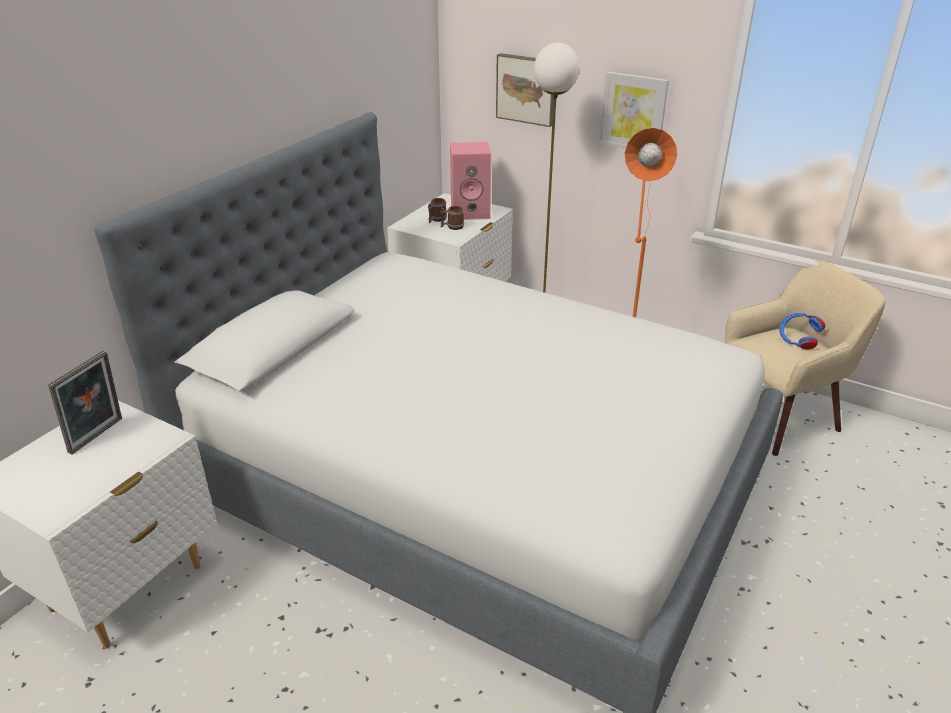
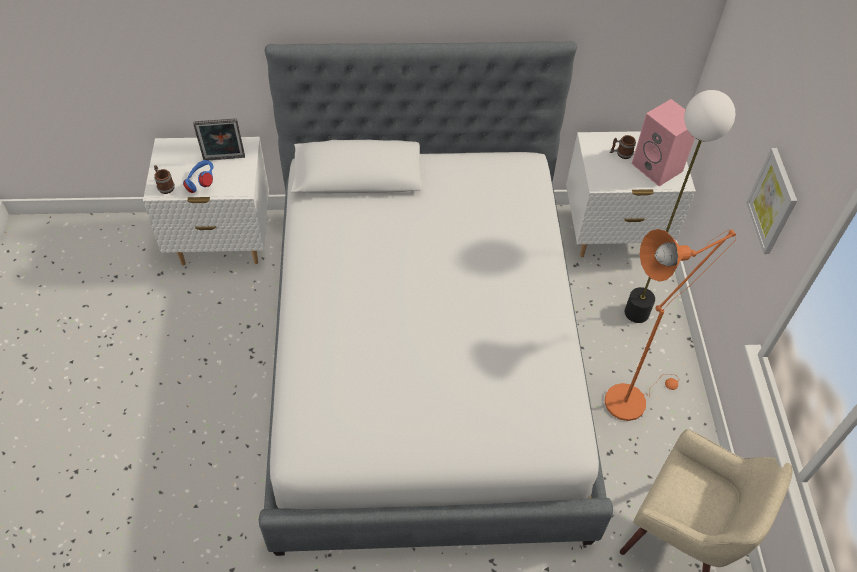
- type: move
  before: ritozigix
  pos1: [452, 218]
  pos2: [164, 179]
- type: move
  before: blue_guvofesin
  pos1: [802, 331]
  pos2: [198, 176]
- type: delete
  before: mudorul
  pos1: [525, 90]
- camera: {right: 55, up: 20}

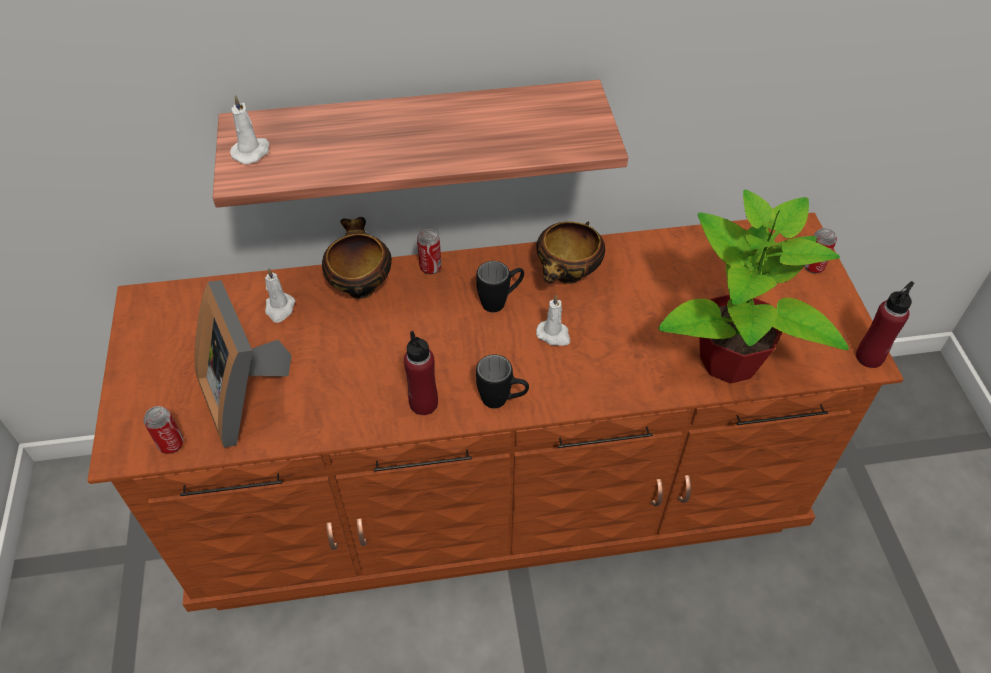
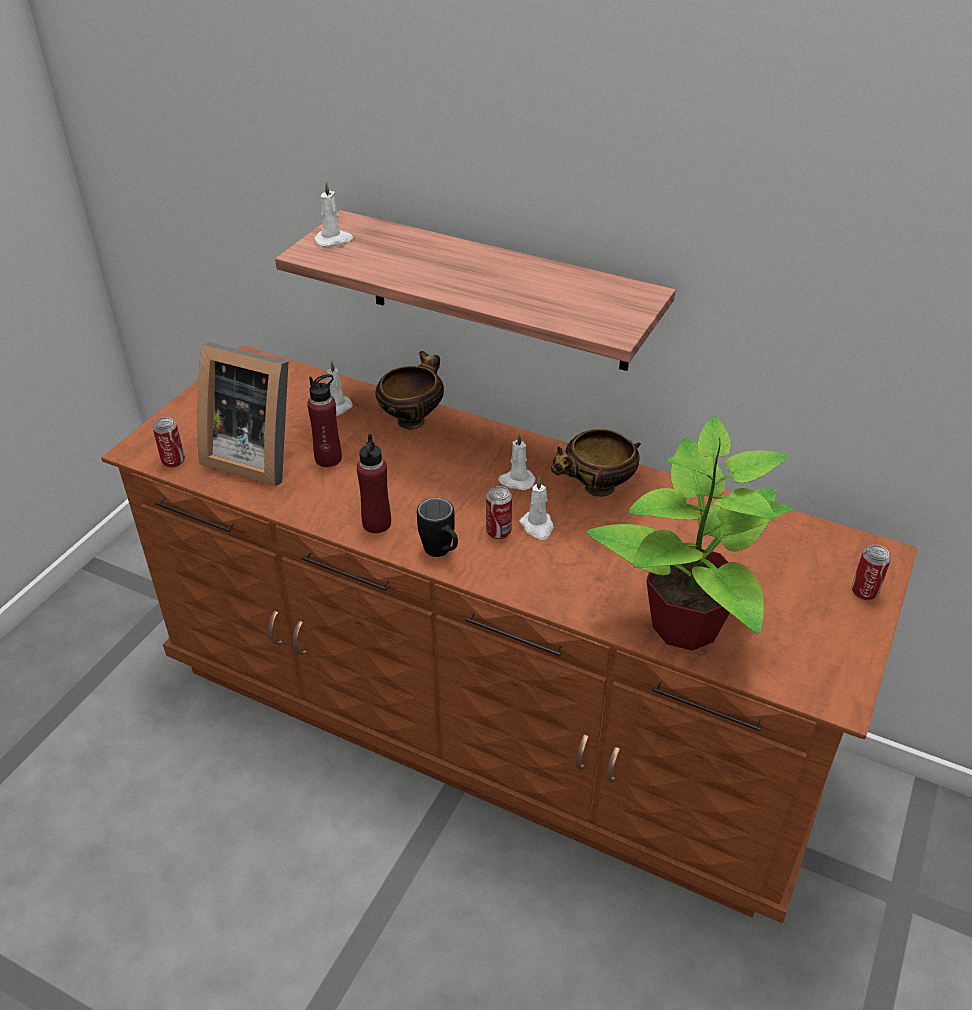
- type: rotate
  before: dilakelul
  pos1: [243, 364]
  pos2: [243, 414]
  turn: -75
- type: move
  before: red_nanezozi
  pos1: [885, 324]
  pos2: [324, 420]
- type: move
  before: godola
  pos1: [429, 251]
  pos2: [499, 512]
- type: replace
  before: black_ritozigix
  after: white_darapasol
  pos1: [500, 286]
  pos2: [517, 461]
- camera: {right: 35, up: -10}

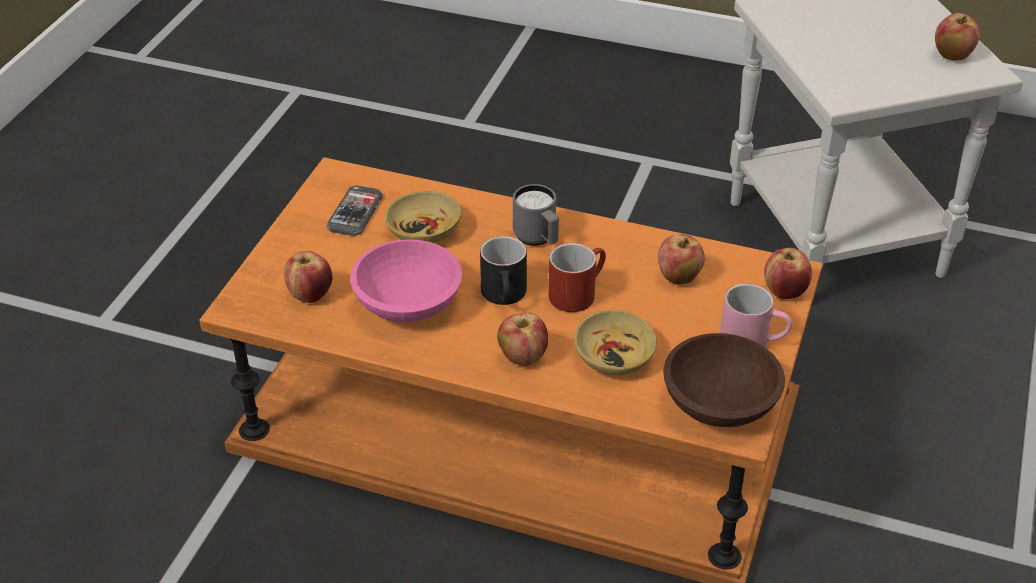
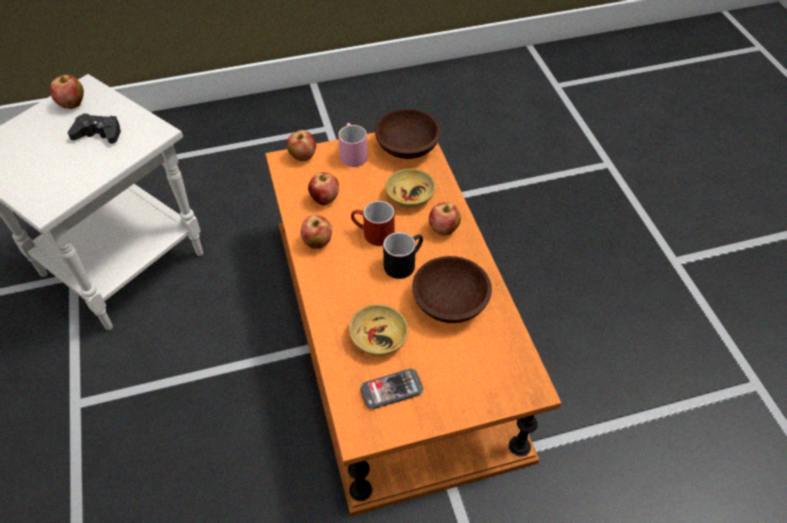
- type: insert
  after: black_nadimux
  pos2: [94, 128]
- type: move
  before: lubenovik
  pos1: [308, 277]
  pos2: [316, 232]
- type: recolor
  before: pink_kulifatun
  after: brown_kulifatun
  pos1: [406, 280]
  pos2: [452, 289]
- type: delete
  before: grey_ritozigix
  pos1: [536, 215]
- camera: {right: -125, up: 10}

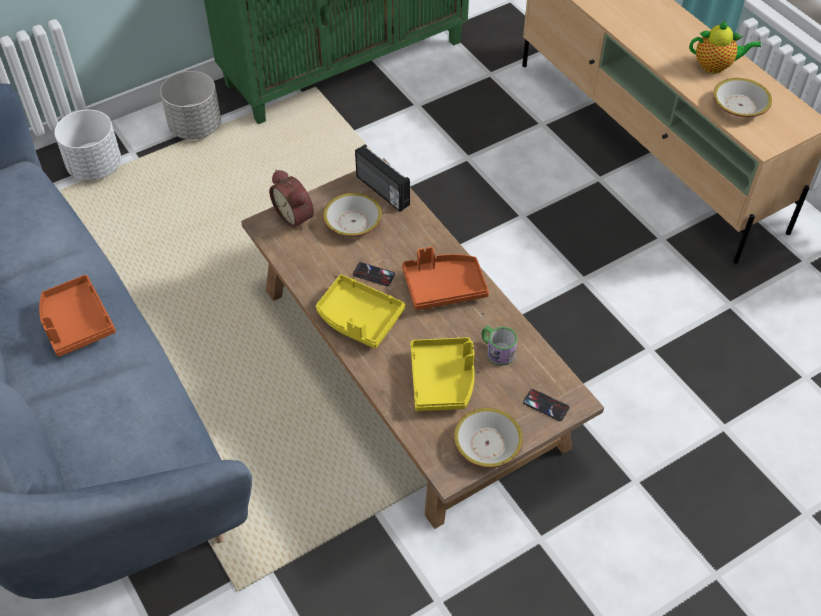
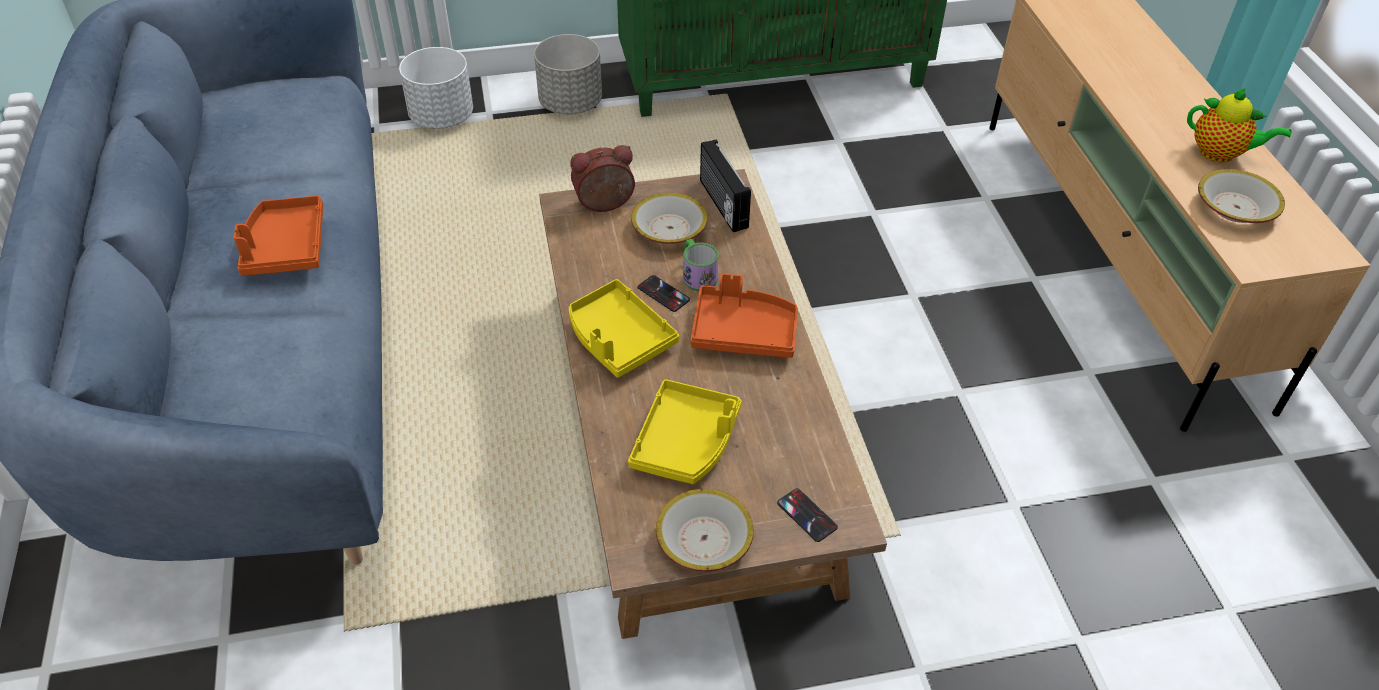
- type: rotate
  before: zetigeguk
  pos1: [291, 199]
  pos2: [602, 178]
  turn: 90
- type: move
  before: ritozigix
  pos1: [499, 345]
  pos2: [700, 265]
- camera: {right: 20, up: -5}

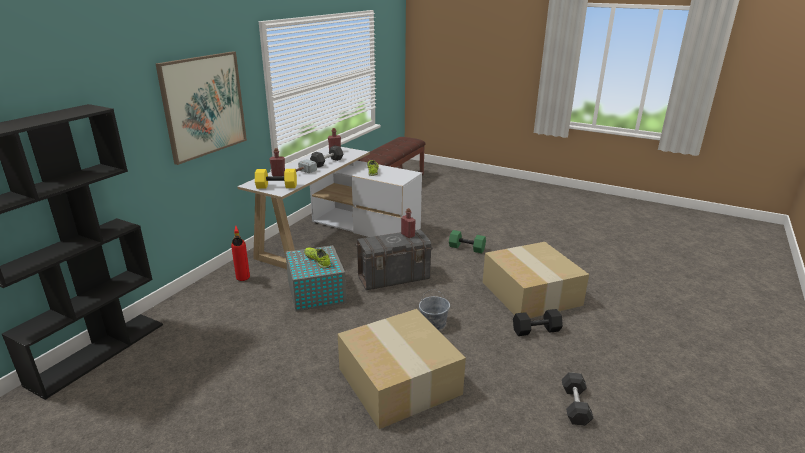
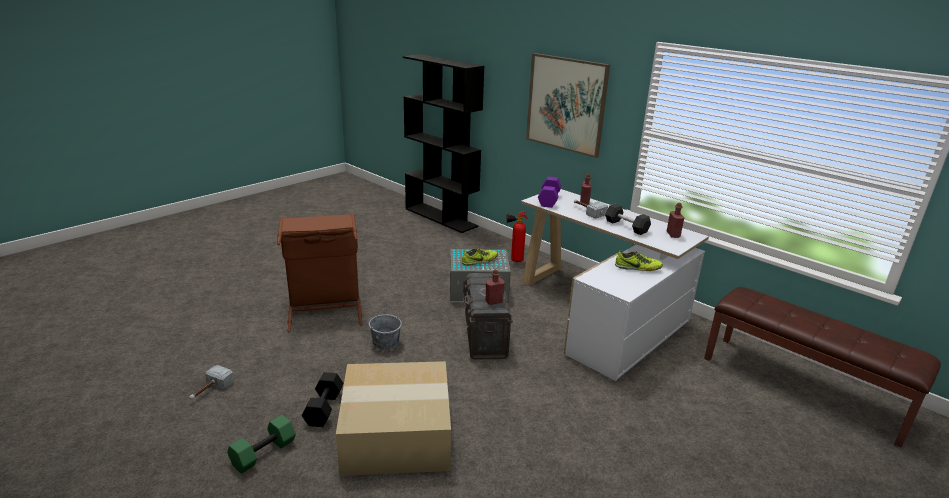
- type: replace
  before: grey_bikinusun
  after: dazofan
  pos1: [578, 399]
  pos2: [212, 382]
- type: move
  before: green_bikinusun
  pos1: [467, 241]
  pos2: [261, 444]
- type: replace
  before: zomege
  after: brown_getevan
  pos1: [402, 369]
  pos2: [319, 273]
- type: recolor
  before: yellow_bikinusun
  after: purple_bikinusun
  pos1: [276, 179]
  pos2: [549, 192]
- camera: {right: 105, up: 0}

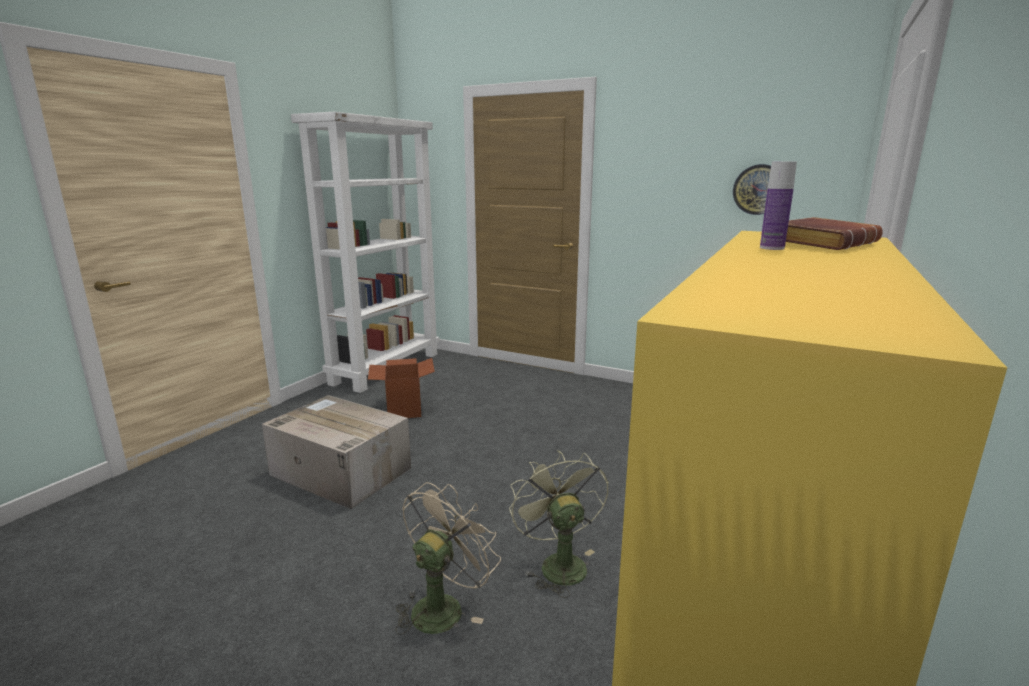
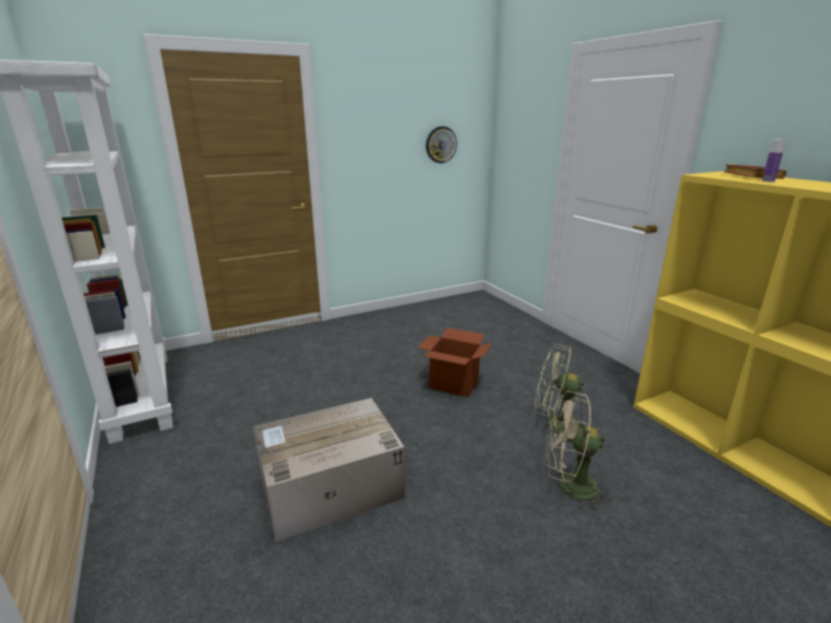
- type: move
  before: zomege
  pos1: [401, 388]
  pos2: [455, 362]
- type: rotate
  before: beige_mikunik
  pos1: [448, 558]
  pos2: [579, 451]
  turn: -60
- camera: {right: -55, up: 5}

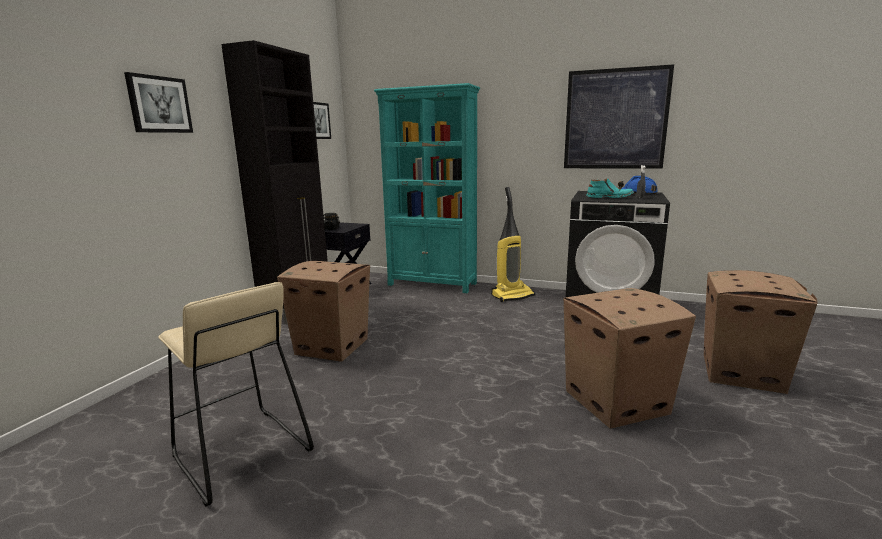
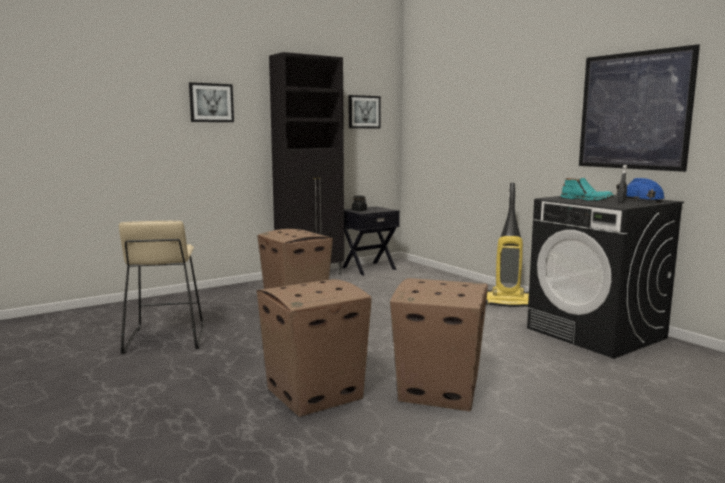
- type: move
  before: zomege
  pos1: [761, 332]
  pos2: [314, 348]
- type: delete
  before: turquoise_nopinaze
  pos1: [427, 188]
- camera: {right: 35, up: -5}

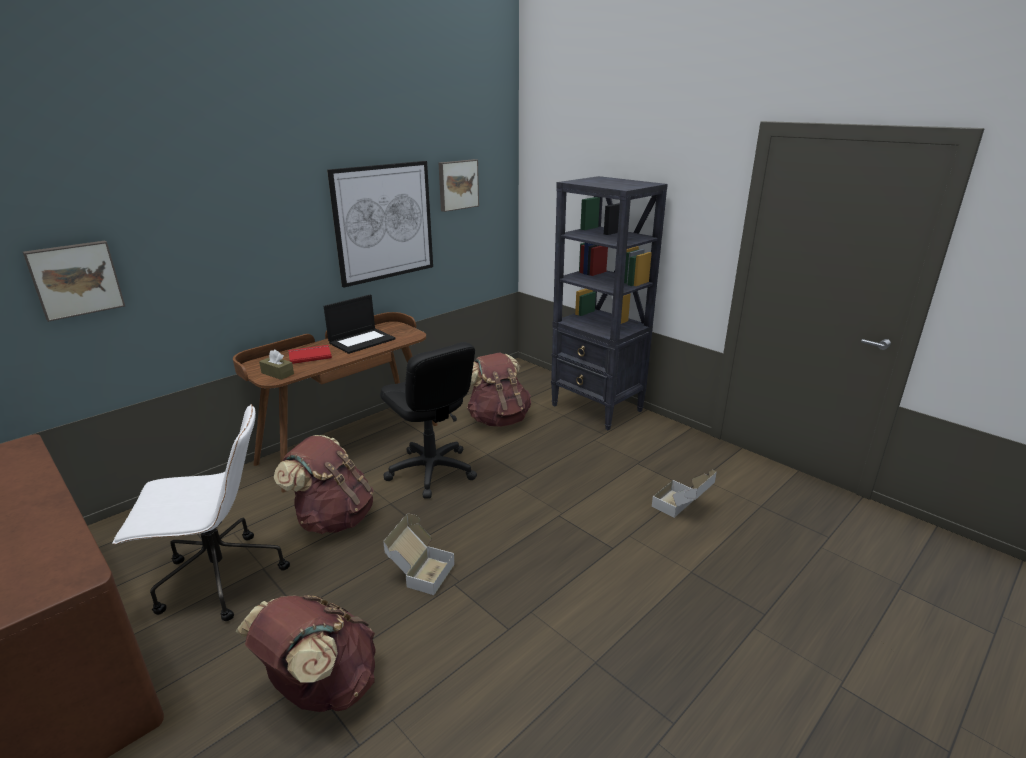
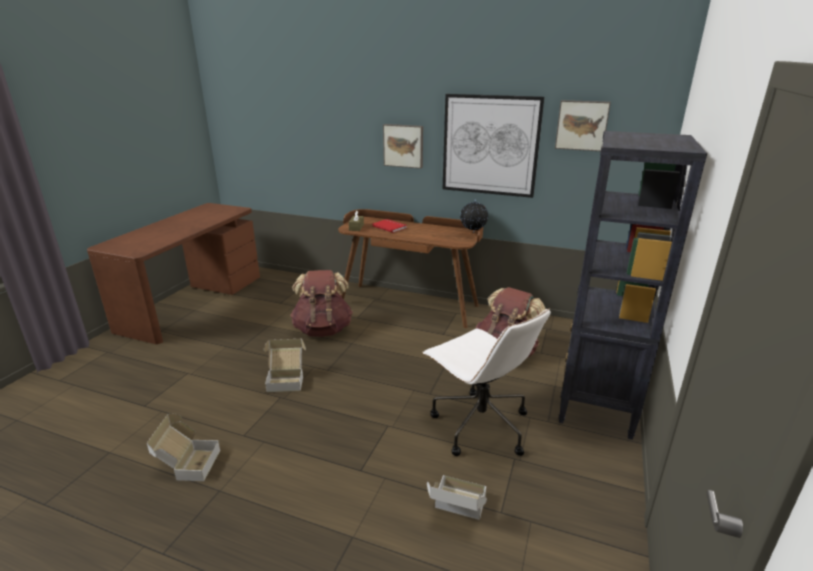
- type: insert
  after: zomege
  pos2: [183, 447]
- type: move
  before: mudorul
  pos1: [74, 281]
  pos2: [403, 146]
- type: move
  before: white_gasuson
  pos1: [201, 512]
  pos2: [486, 382]
- type: insert
  after: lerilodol
  pos2: [474, 216]
- type: delete
  before: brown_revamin
  pos1: [305, 653]
- type: delete
  before: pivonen
  pos1: [360, 324]
- type: delete
  before: black_gasuson
  pos1: [428, 420]
- camera: {right: 65, up: 0}

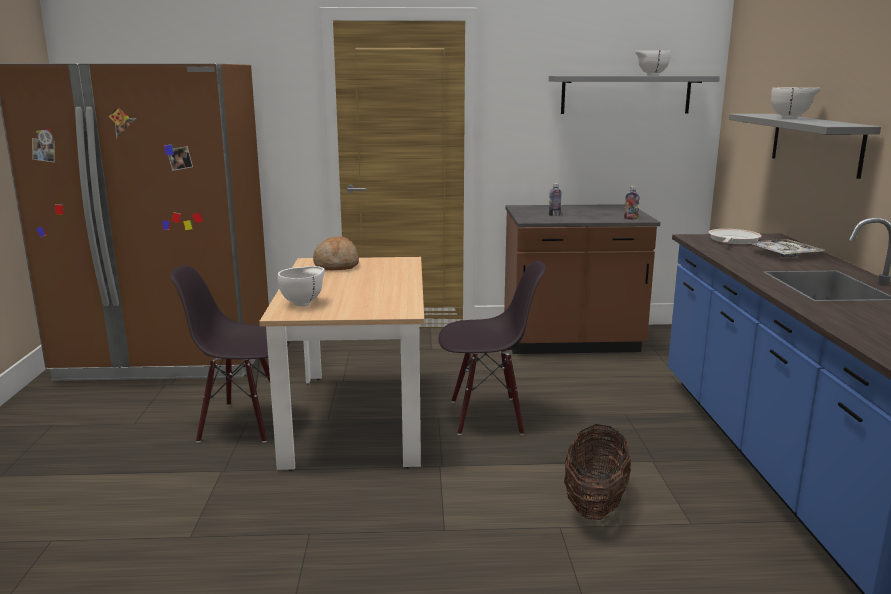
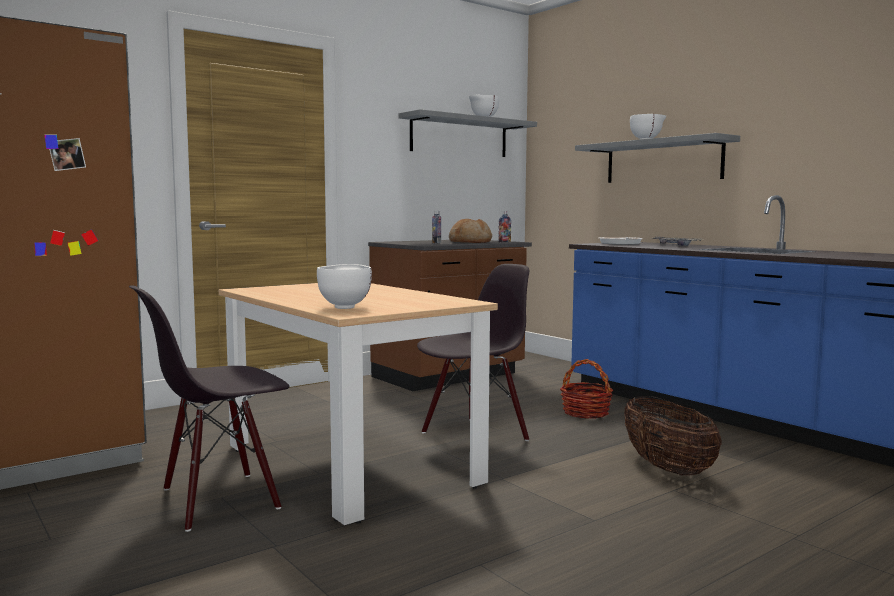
- type: move
  before: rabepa
  pos1: [336, 253]
  pos2: [470, 231]
- type: insert
  after: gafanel
  pos2: [586, 389]
- camera: {right: -35, up: -10}

